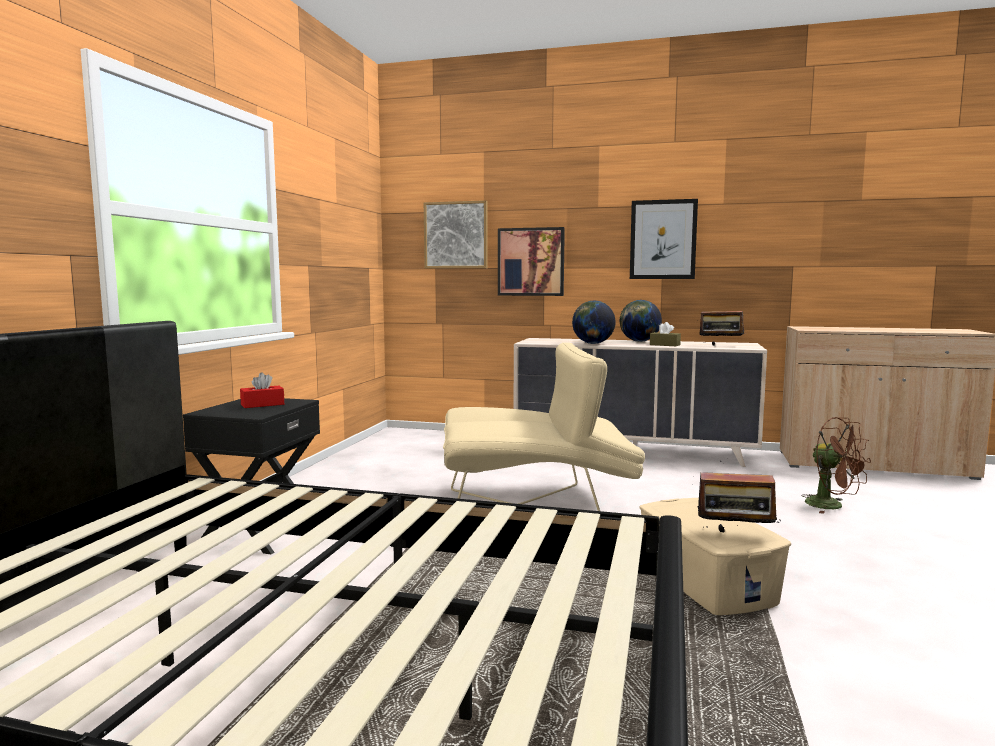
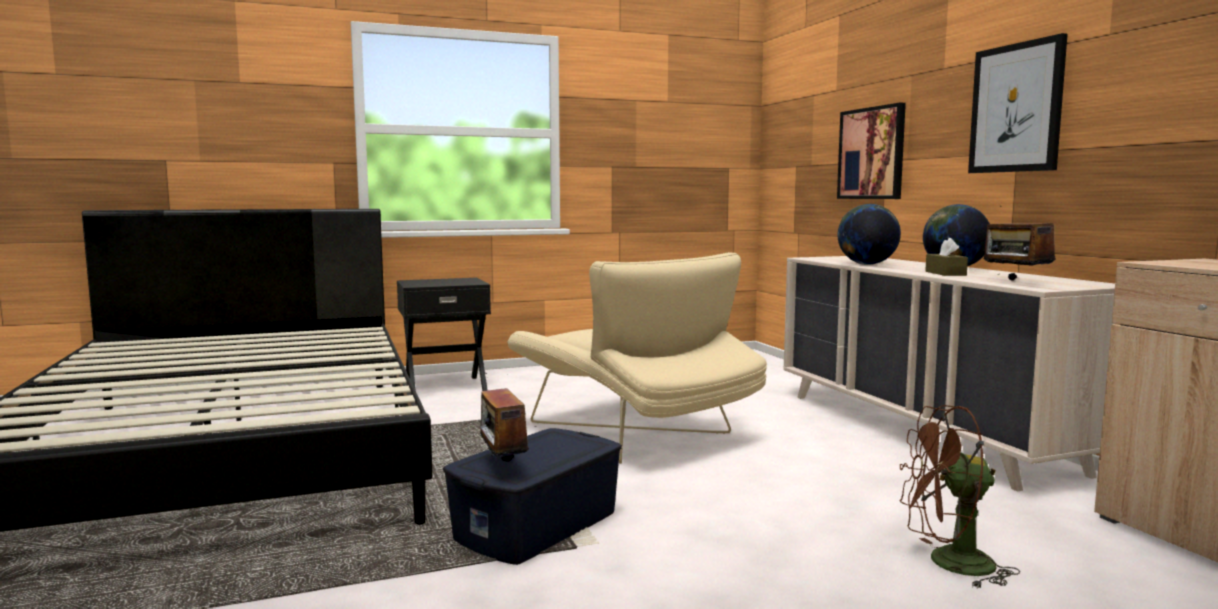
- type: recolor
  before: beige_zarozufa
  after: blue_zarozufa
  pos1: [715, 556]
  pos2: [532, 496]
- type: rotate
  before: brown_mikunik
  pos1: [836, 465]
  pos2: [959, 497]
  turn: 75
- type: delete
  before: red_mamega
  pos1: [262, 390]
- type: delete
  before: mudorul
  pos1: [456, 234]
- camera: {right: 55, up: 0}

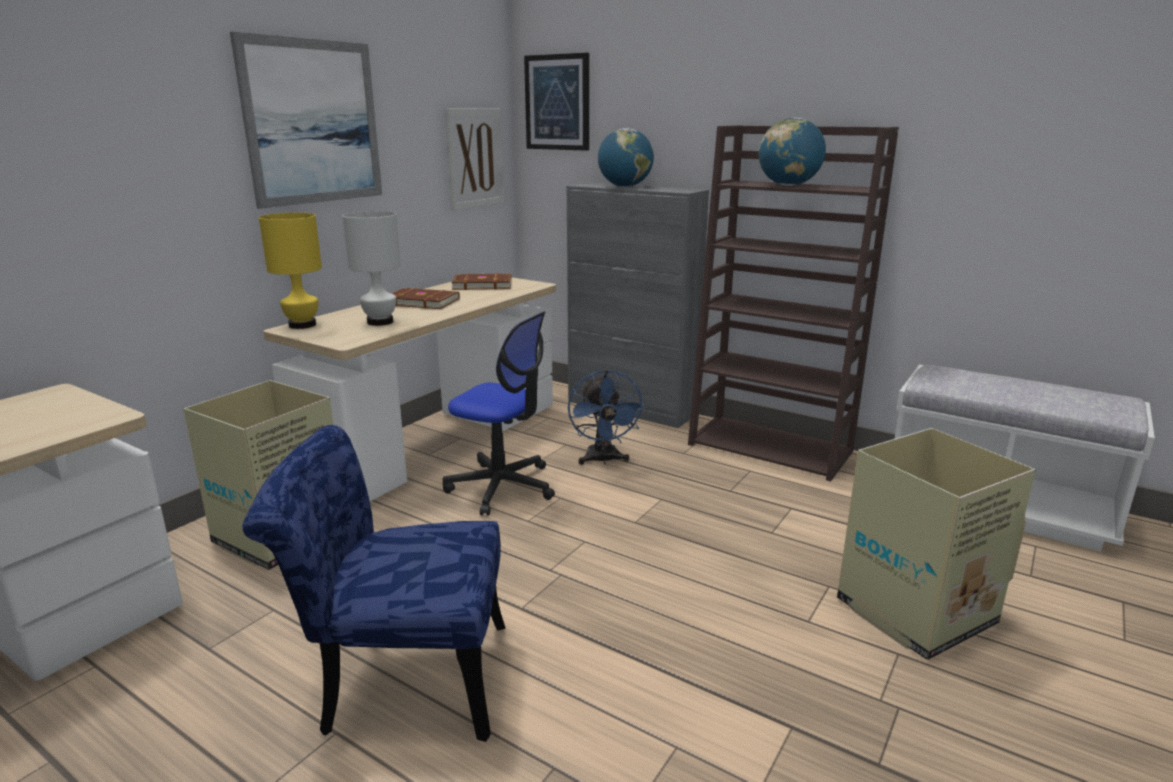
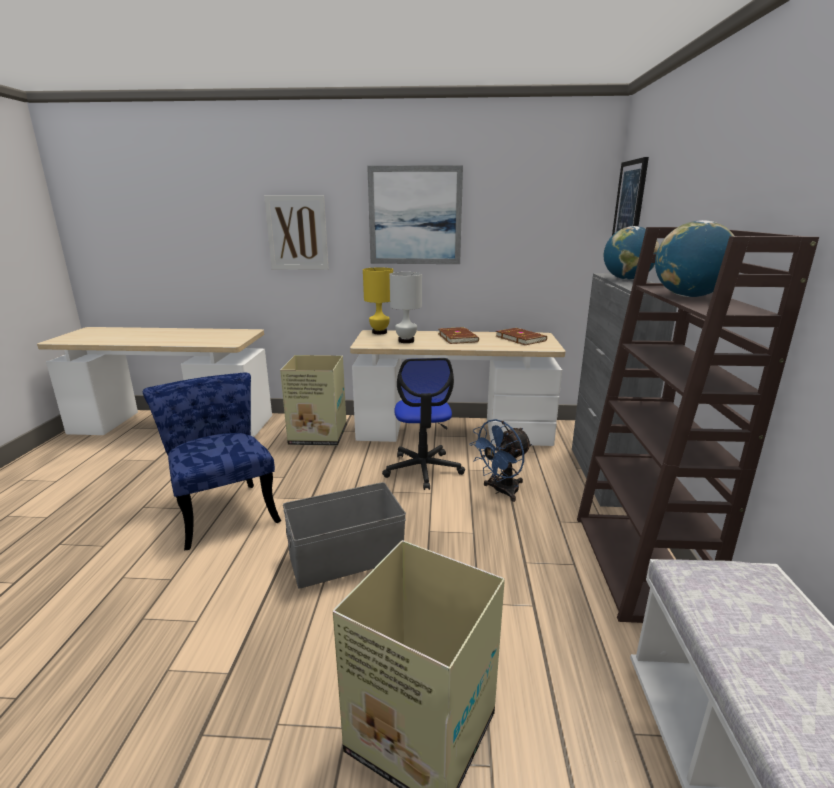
- type: move
  before: mudorul
  pos1: [474, 159]
  pos2: [296, 232]
- type: insert
  after: grey_zarozufa
  pos2: [344, 535]
- camera: {right: 60, up: 0}

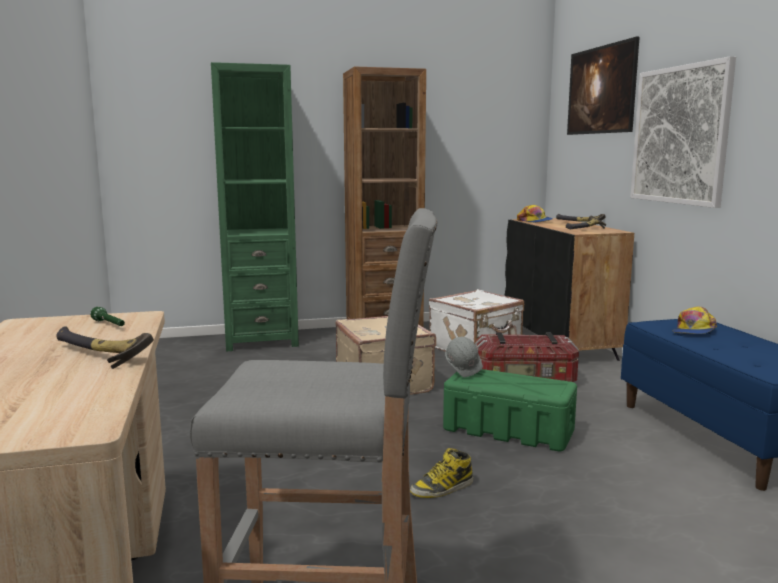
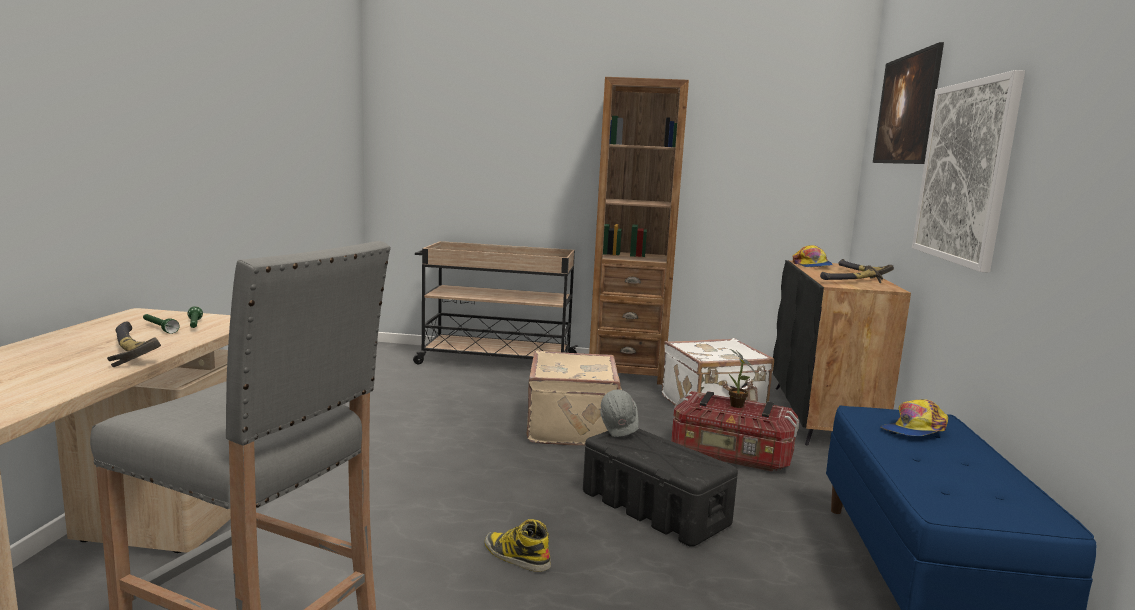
- type: insert
  after: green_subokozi
  pos2: [161, 324]
- type: replace
  before: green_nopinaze
  after: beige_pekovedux
  pos1: [255, 206]
  pos2: [496, 302]
- type: rotate
  before: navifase
  pos1: [441, 473]
  pos2: [518, 545]
  turn: 45
- type: recolor
  before: green_zarozufa
  after: black_zarozufa
  pos1: [510, 410]
  pos2: [660, 487]
- type: insert
  after: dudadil
  pos2: [742, 378]
- camera: {right: 20, up: 0}

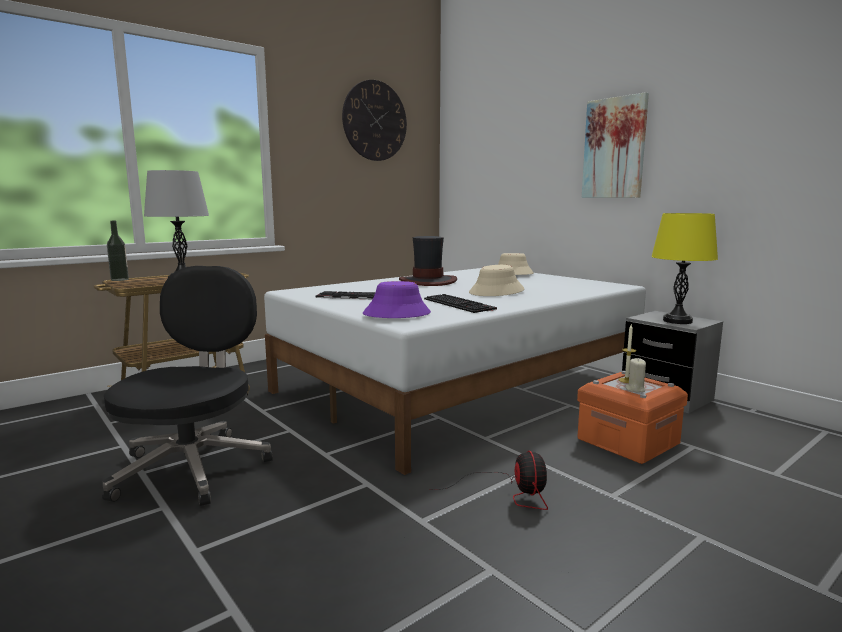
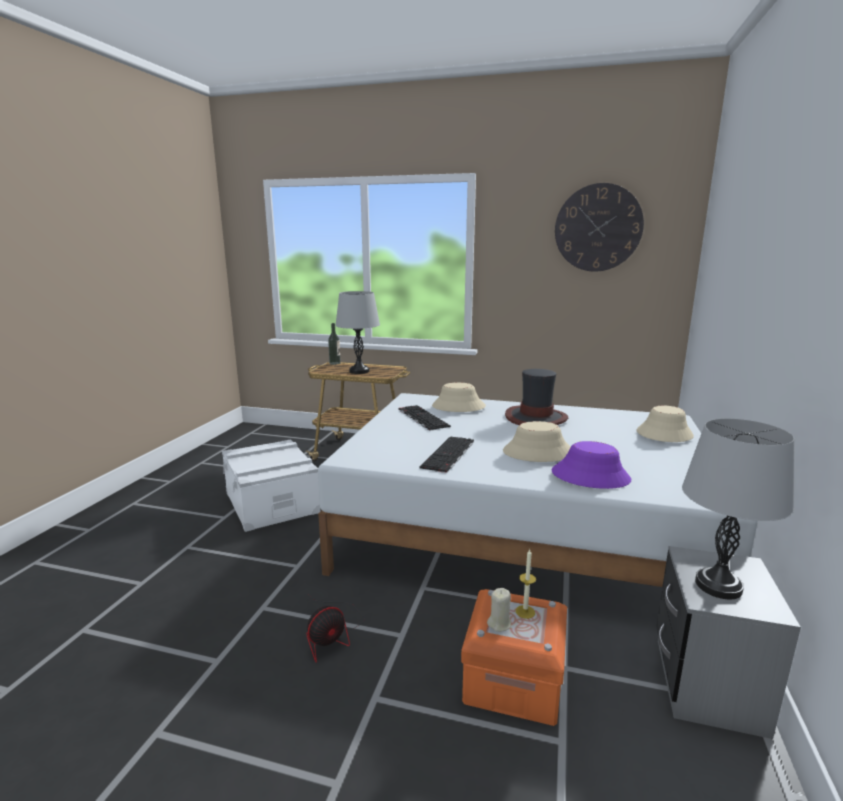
- type: replace
  before: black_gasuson
  after: white_zarozufa
  pos1: [187, 386]
  pos2: [271, 485]
- type: insert
  after: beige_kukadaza
  pos2: [459, 397]
- type: move
  before: purple_kukadaza
  pos1: [397, 299]
  pos2: [591, 465]
- type: recolor
  before: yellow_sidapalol
  after: grey_sidapalol
  pos1: [684, 268]
  pos2: [738, 509]
- type: delete
  before: mudorul
  pos1: [615, 145]
- camera: {right: 55, up: 5}

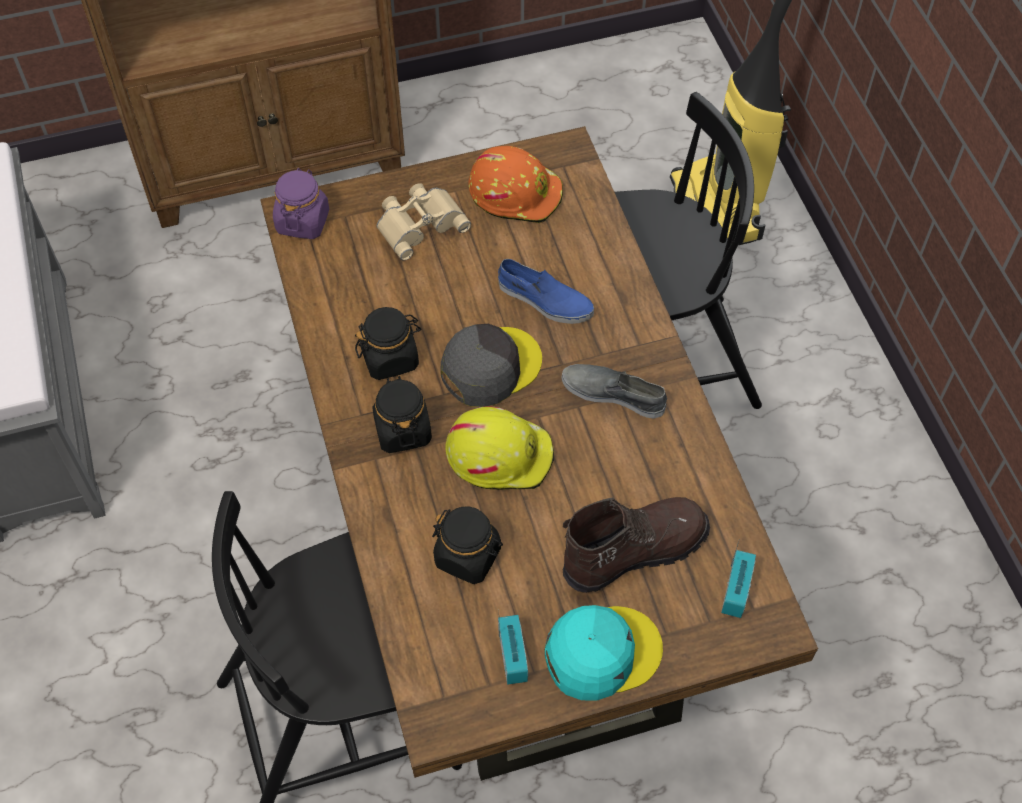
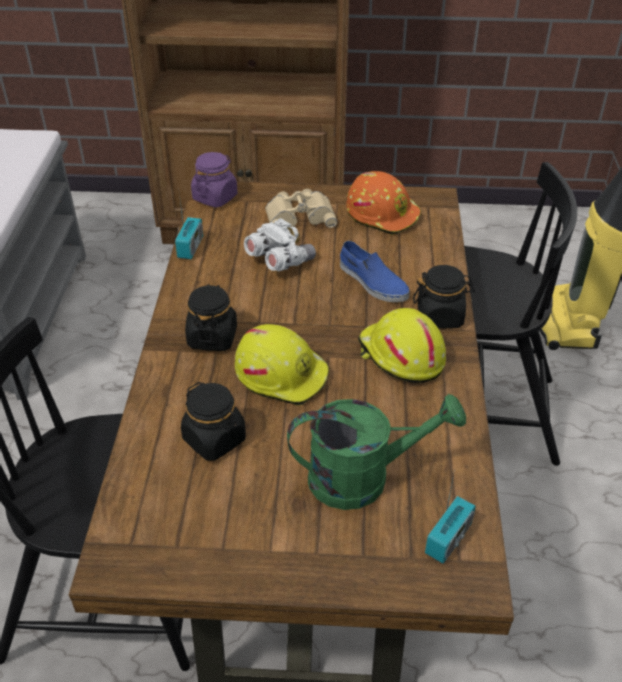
- type: move
  before: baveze
  pos1: [513, 650]
  pos2: [189, 226]
- type: insert
  after: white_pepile
  pos2: [280, 244]
- type: replace
  before: brown_navifase
  after: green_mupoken
  pos1: [636, 545]
  pos2: [376, 452]
- type: replace
  before: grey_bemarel
  after: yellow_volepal
  pos1: [614, 391]
  pos2: [402, 345]
- type: move
  before: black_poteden
  pos1: [388, 343]
  pos2: [444, 296]
- type: delete
  before: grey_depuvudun
  pos1: [491, 365]
- type: delete
  before: turquoise_depuvudun
  pos1: [604, 652]
- camera: {right: 20, up: -15}

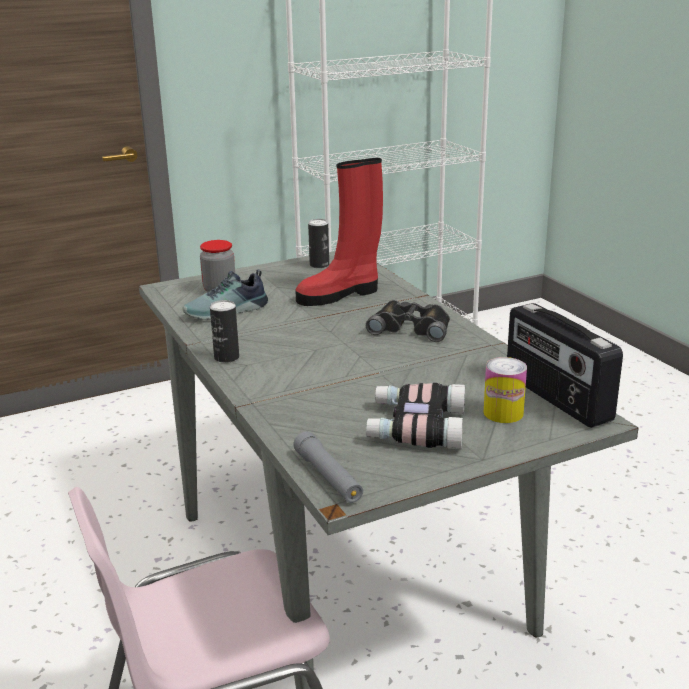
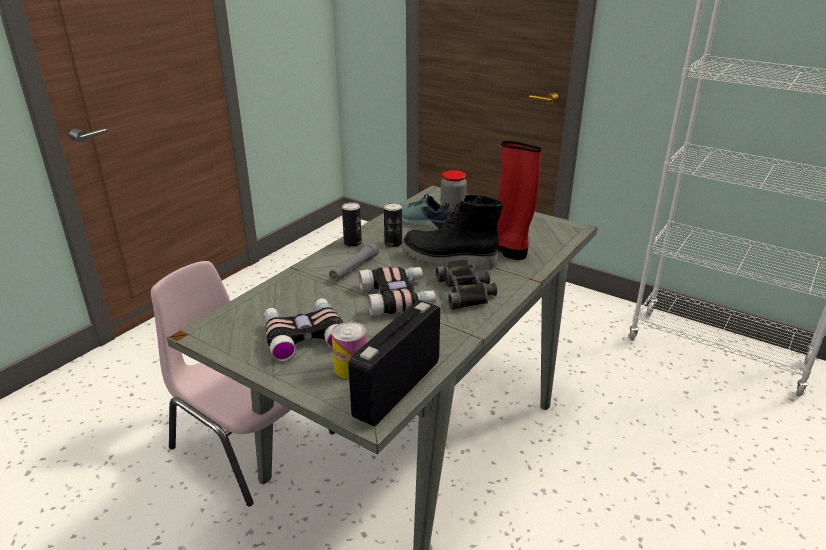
- type: move
  before: grey_subokozi
  pos1: [328, 467]
  pos2: [354, 262]
- type: insert
  after: pepile
  pos2: [397, 292]
- type: move
  before: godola
  pos1: [318, 243]
  pos2: [393, 224]
- type: insert
  after: black_navifase
  pos2: [452, 232]
- camera: {right: 60, up: 5}

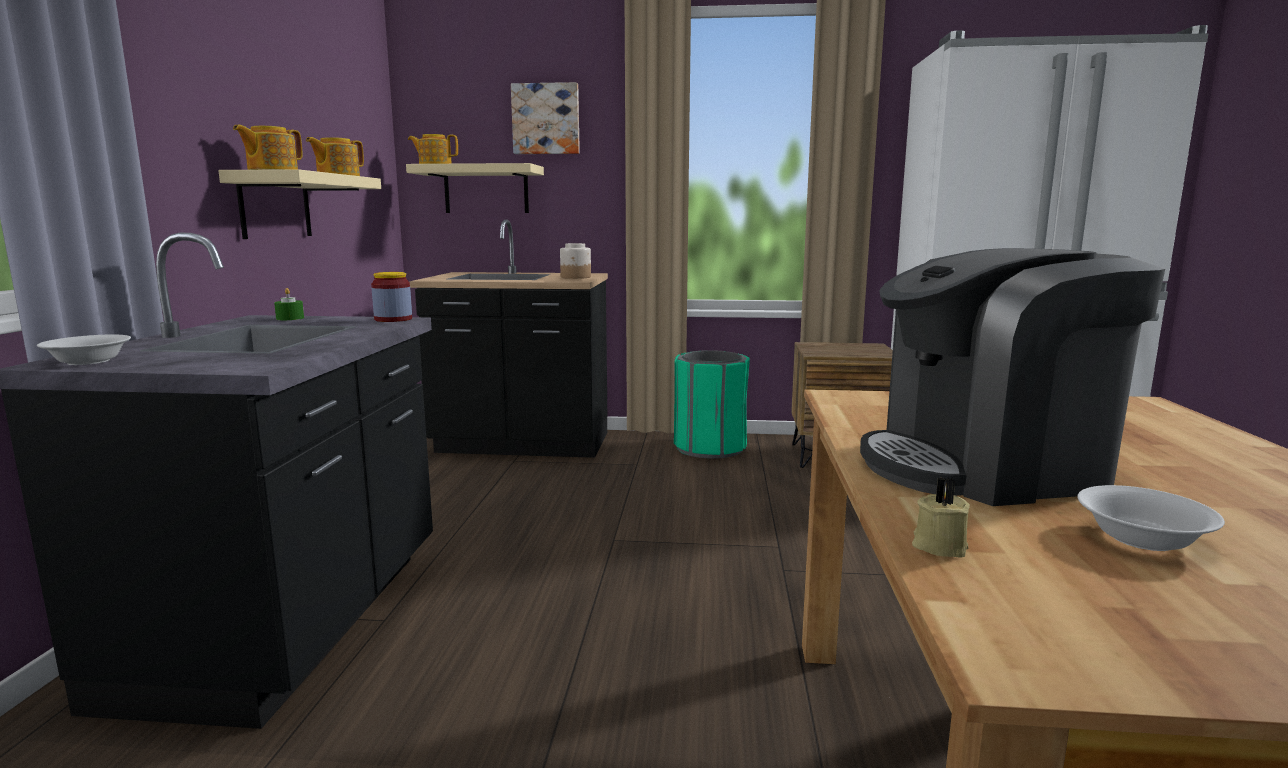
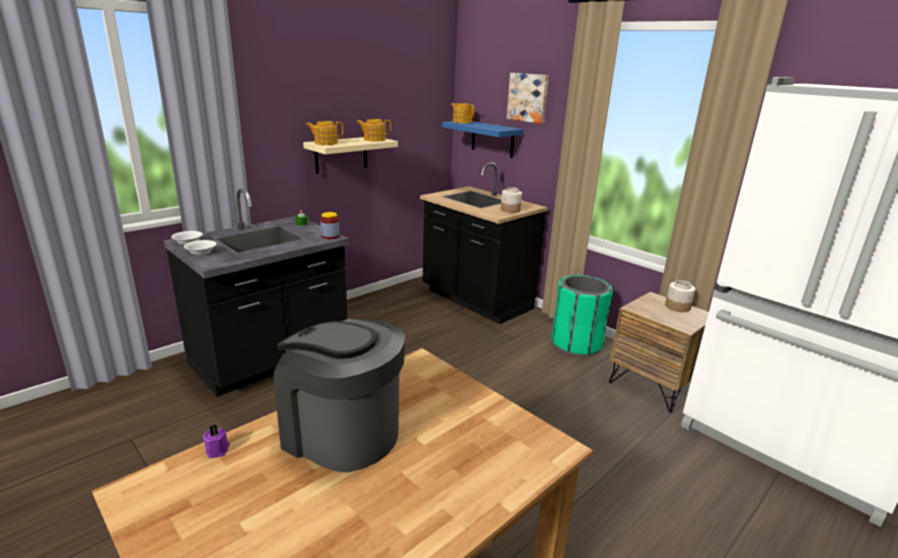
- type: move
  before: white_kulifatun
  pos1: [1151, 518]
  pos2: [200, 247]
- type: recolor
  before: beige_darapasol
  after: purple_darapasol
  pos1: [941, 517]
  pos2: [216, 441]
- type: recolor
  before: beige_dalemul
  after: blue_dalemul
  pos1: [475, 188]
  pos2: [482, 139]
- type: insert
  after: poteden
  pos2: [680, 296]
- camera: {right: 40, up: 10}

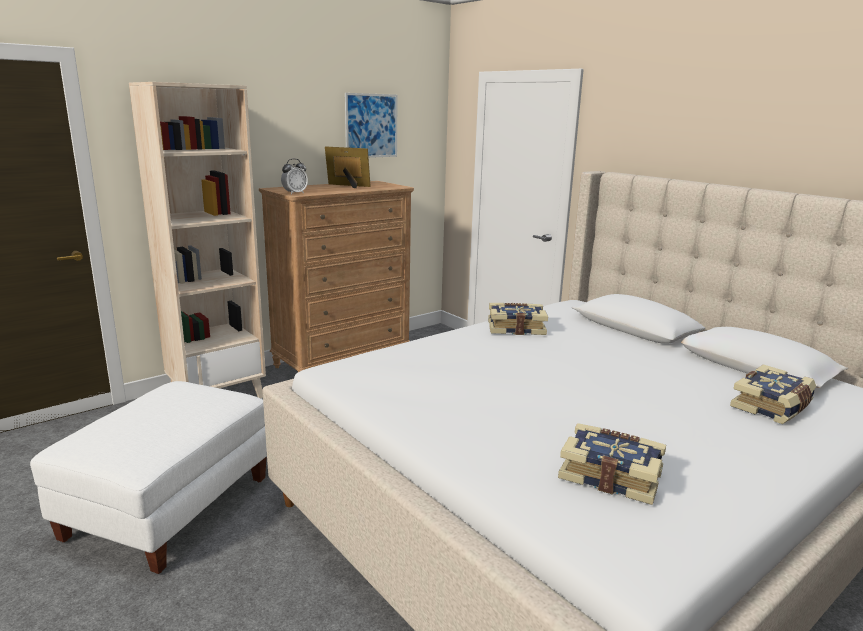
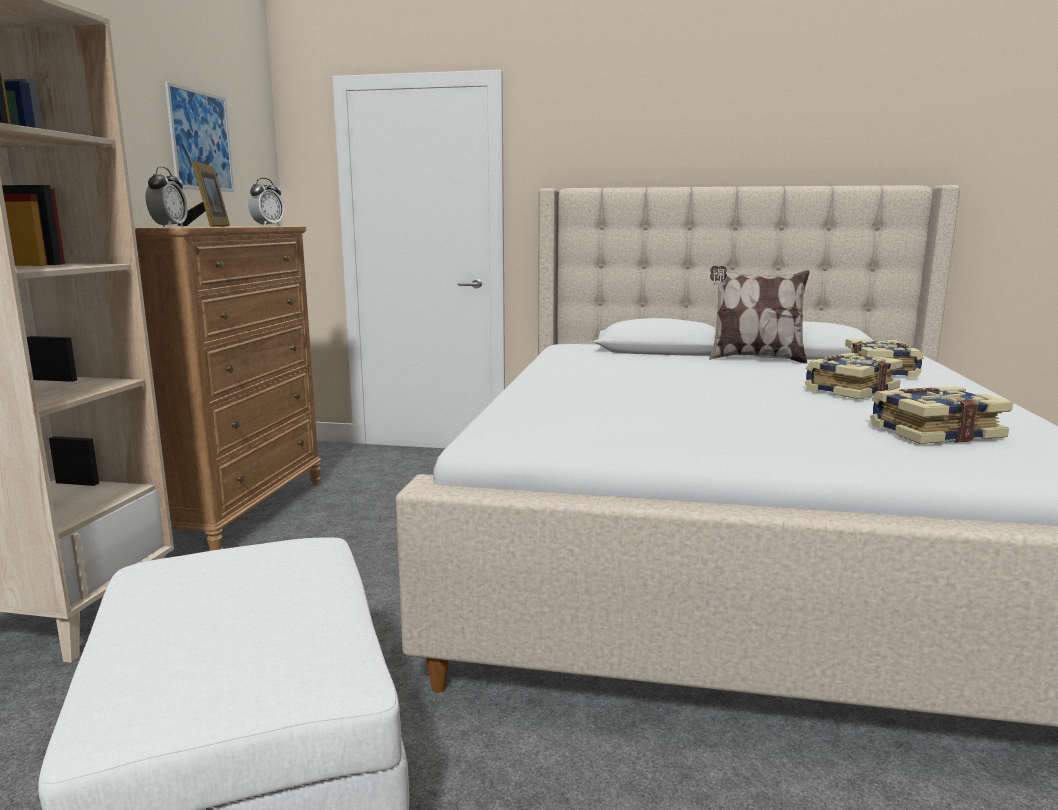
- type: rotate
  before: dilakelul
  pos1: [348, 167]
  pos2: [204, 194]
  turn: 105
- type: insert
  after: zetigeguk
  pos2: [266, 202]
- type: insert
  after: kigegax
  pos2: [759, 315]
- type: move
  before: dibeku
  pos1: [518, 319]
  pos2: [854, 376]
- camera: {right: -40, up: -5}

